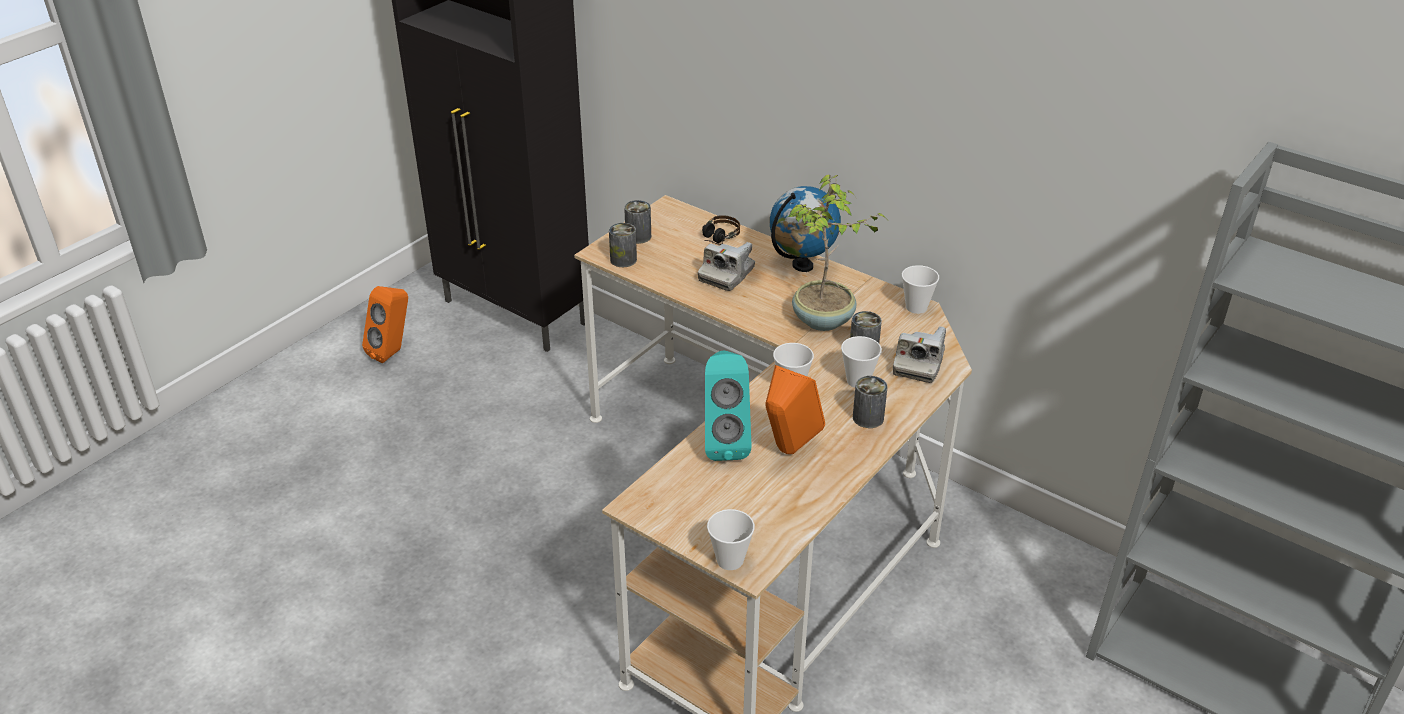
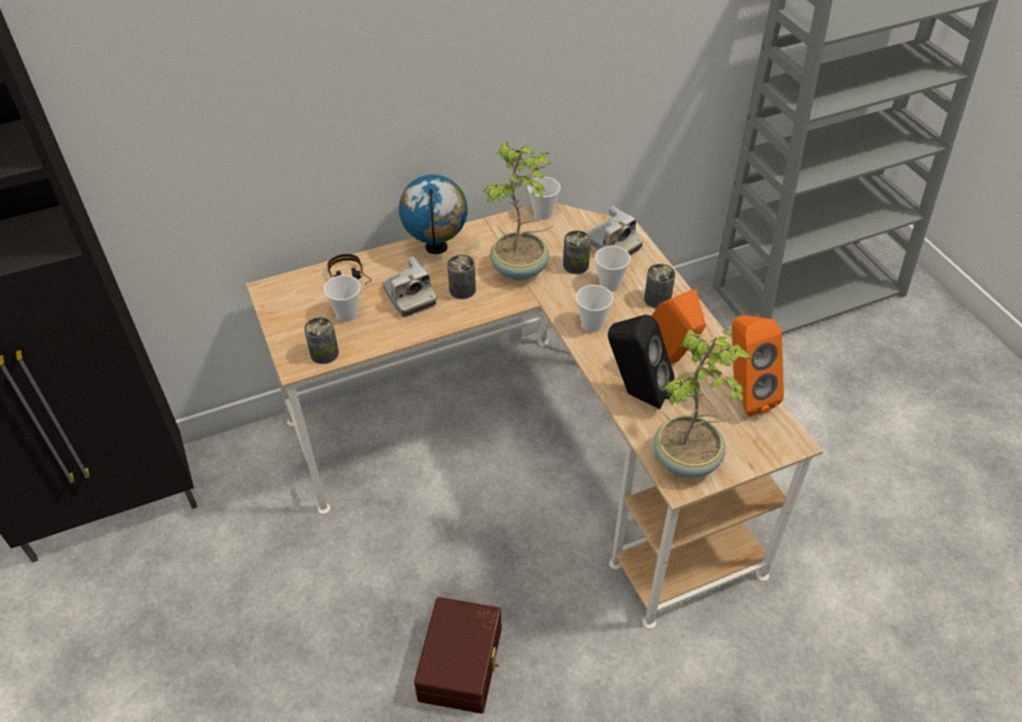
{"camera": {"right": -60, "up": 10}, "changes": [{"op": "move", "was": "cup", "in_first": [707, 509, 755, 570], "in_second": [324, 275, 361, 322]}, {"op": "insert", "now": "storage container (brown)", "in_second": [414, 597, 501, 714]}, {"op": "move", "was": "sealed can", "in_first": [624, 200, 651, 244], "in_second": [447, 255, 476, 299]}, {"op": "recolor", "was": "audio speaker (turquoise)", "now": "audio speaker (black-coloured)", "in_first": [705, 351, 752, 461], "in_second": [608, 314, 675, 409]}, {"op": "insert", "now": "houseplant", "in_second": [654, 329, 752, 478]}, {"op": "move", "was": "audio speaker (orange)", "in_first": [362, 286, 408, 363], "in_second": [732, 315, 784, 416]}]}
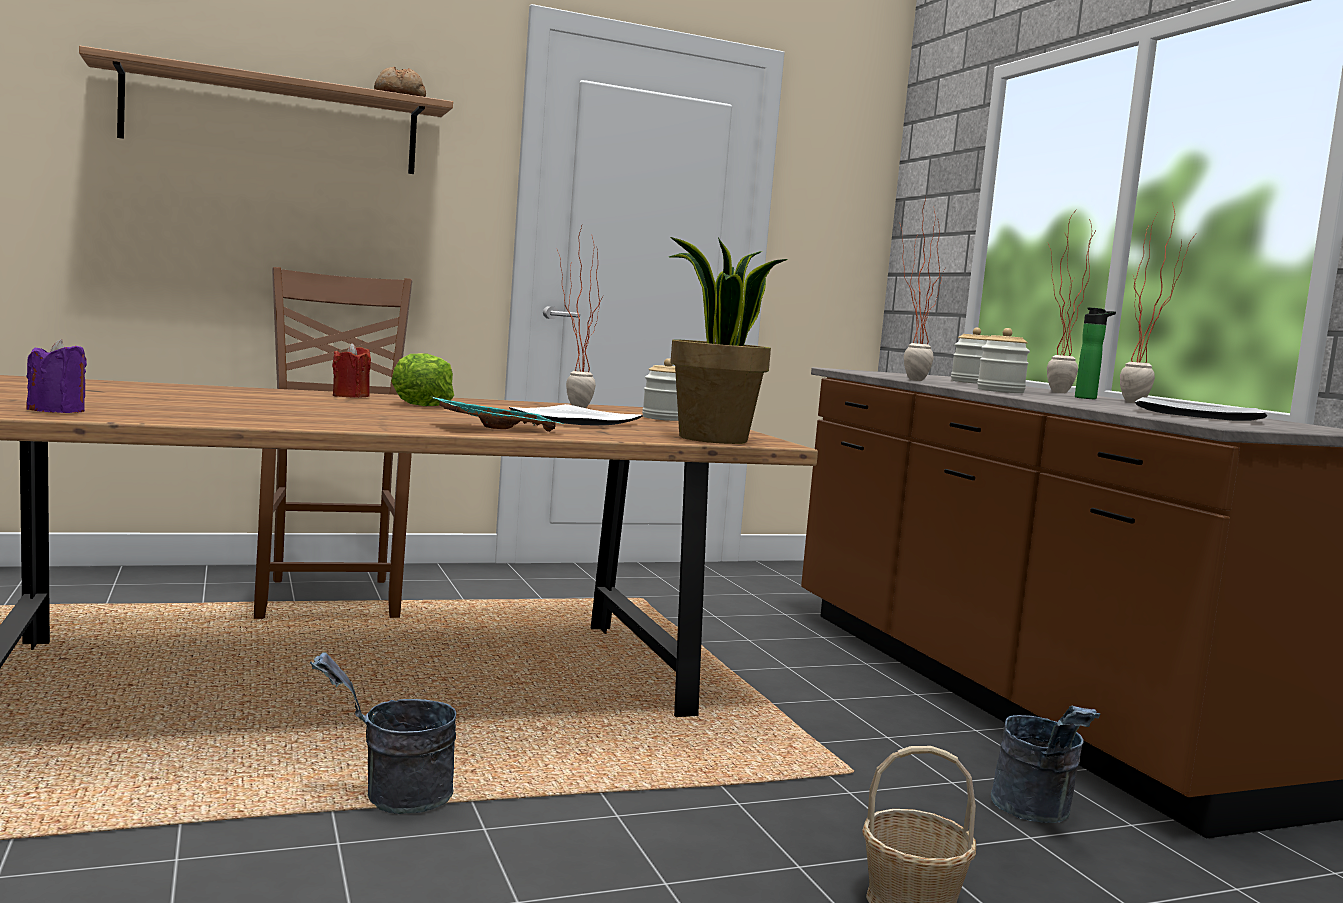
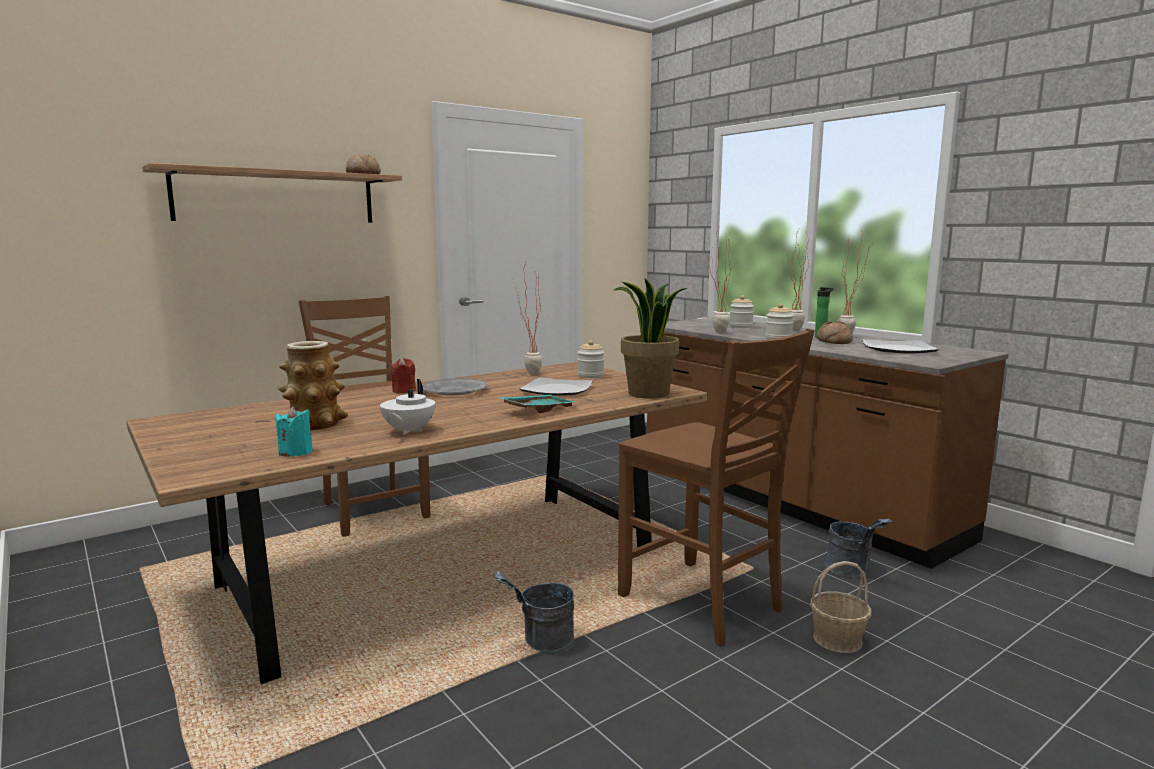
{"camera": {"right": -15, "up": 5}, "changes": [{"op": "recolor", "was": "candle (purple-coloured)", "now": "candle (turquoise)", "in_first": [26, 339, 87, 413], "in_second": [276, 406, 313, 456]}, {"op": "insert", "now": "vase", "in_second": [278, 341, 348, 430]}, {"op": "insert", "now": "pot for tea (whitish)", "in_second": [380, 379, 435, 435]}, {"op": "replace", "was": "lettuce head", "now": "dinner plate (grey)", "in_first": [391, 354, 454, 406], "in_second": [422, 378, 488, 395]}, {"op": "insert", "now": "plain chair (brown)", "in_second": [618, 328, 815, 647]}, {"op": "insert", "now": "bakery bread", "in_second": [817, 321, 853, 344]}]}
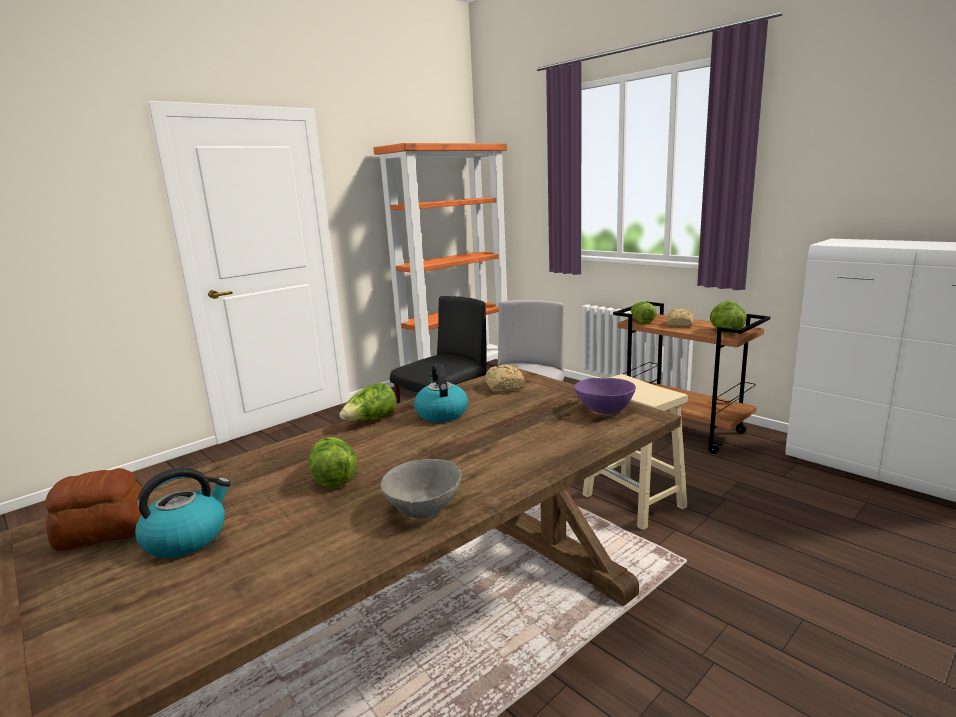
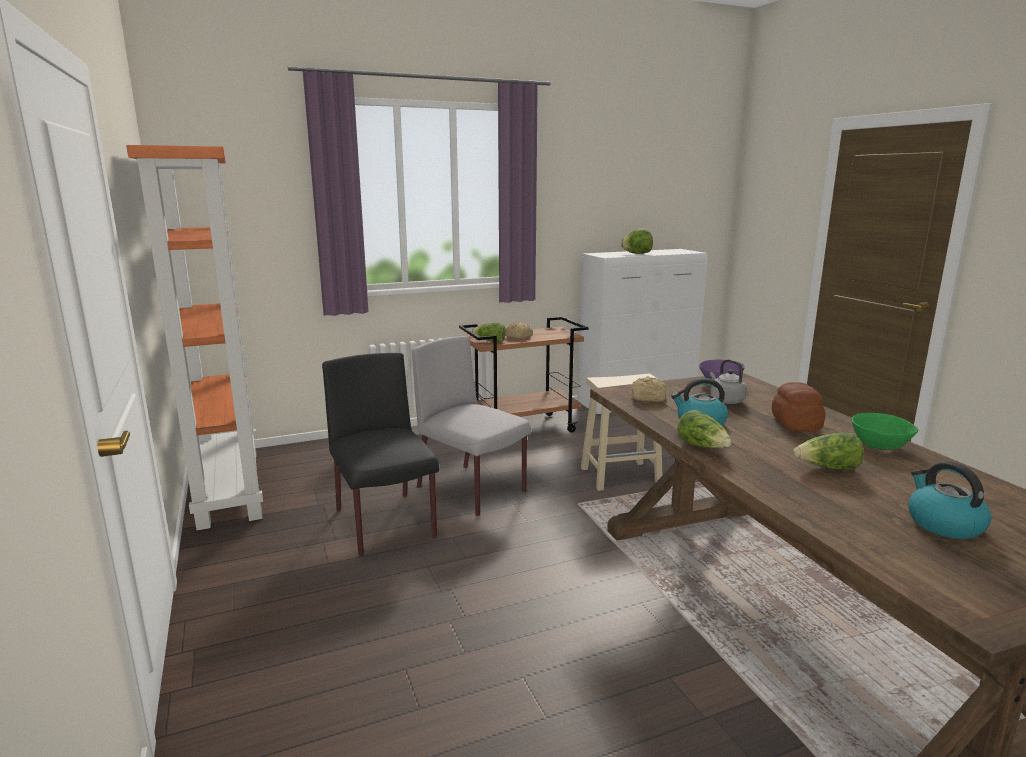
{"camera": {"right": -70, "up": 0}, "changes": [{"op": "move", "was": "lettuce head", "in_first": [710, 301, 746, 334], "in_second": [621, 228, 653, 254]}, {"op": "insert", "now": "kettle (grey)", "in_second": [710, 359, 747, 404]}, {"op": "move", "was": "bakery bread", "in_first": [46, 468, 148, 551], "in_second": [772, 382, 825, 431]}, {"op": "recolor", "was": "serving bowl (grey)", "now": "serving bowl (greenish)", "in_first": [381, 459, 462, 518], "in_second": [852, 413, 918, 450]}]}
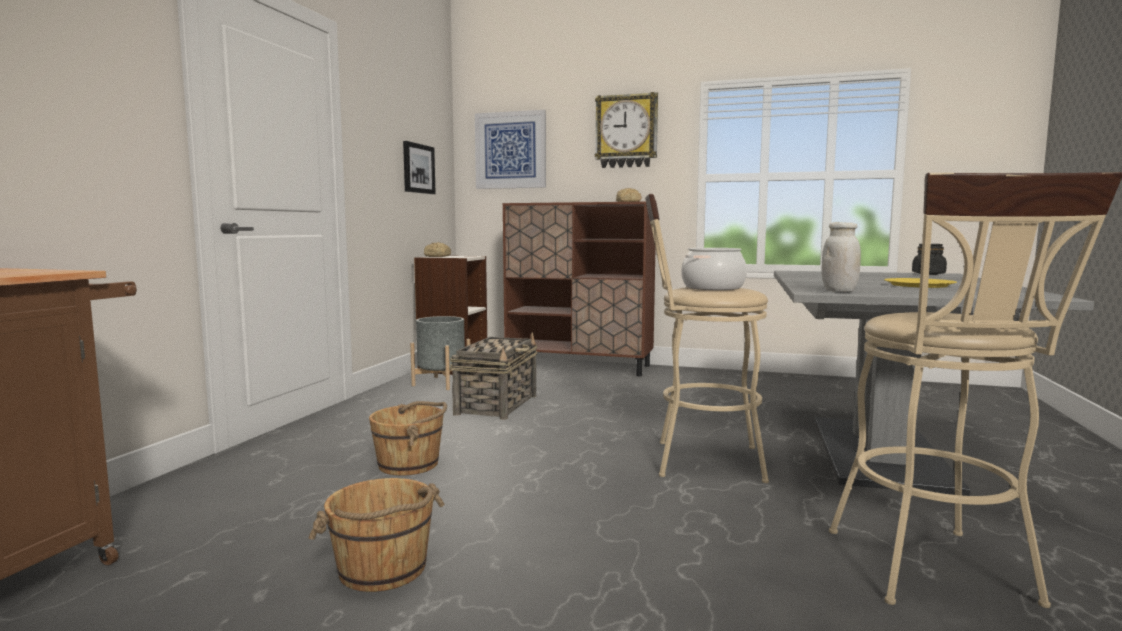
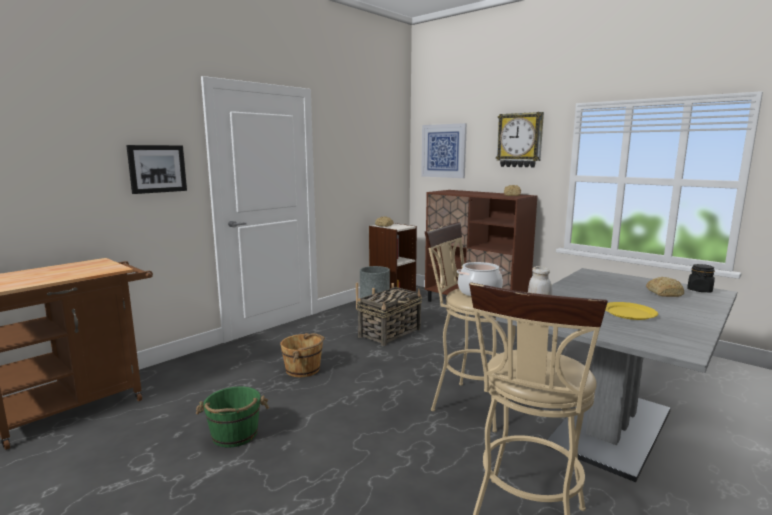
{"camera": {"right": 25, "up": 5}, "changes": [{"op": "move", "was": "wall picture", "in_first": [403, 141, 436, 194], "in_second": [126, 145, 187, 194]}, {"op": "recolor", "was": "pail (brown)", "now": "pail (greenish)", "in_first": [309, 478, 444, 592], "in_second": [196, 386, 269, 447]}, {"op": "insert", "now": "bakery bread", "in_second": [646, 277, 684, 297]}]}
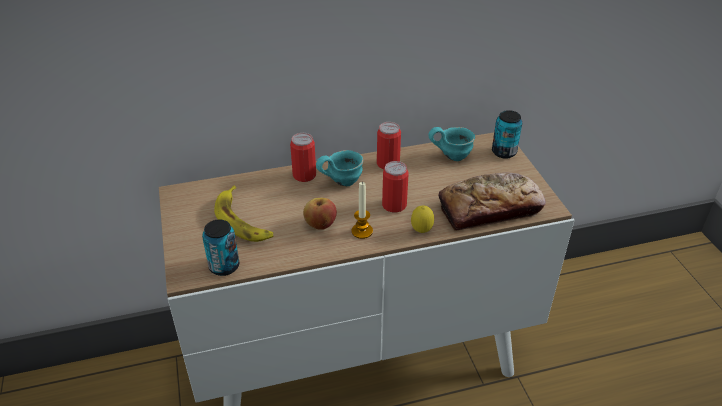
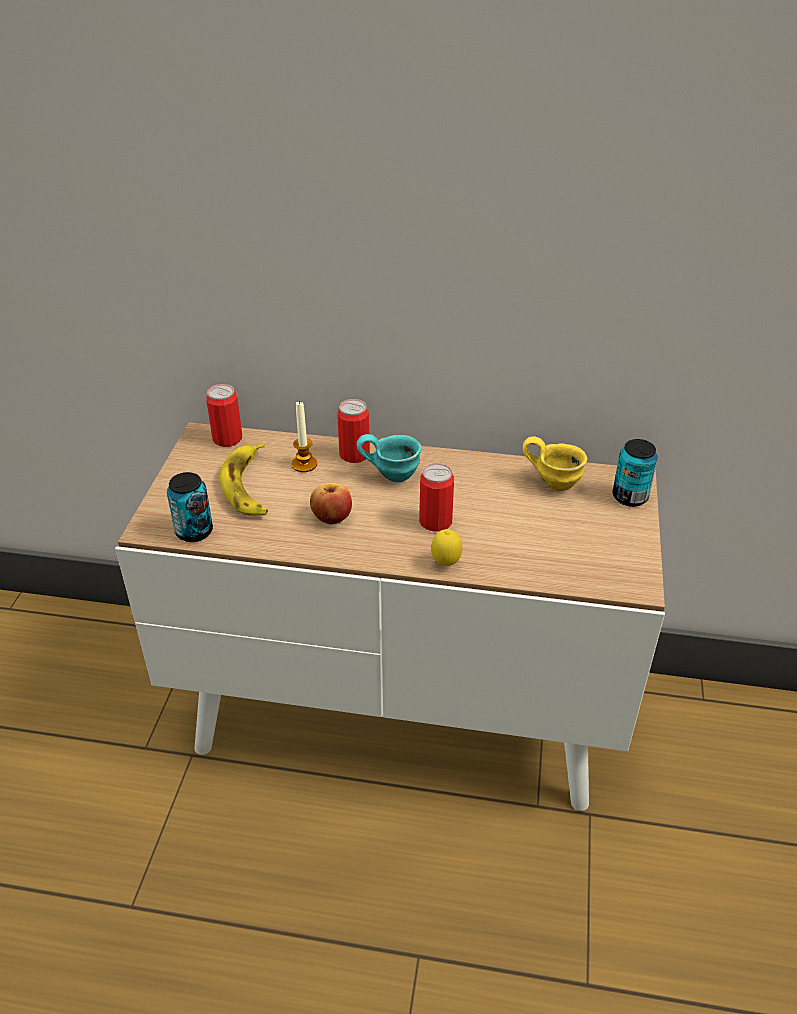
{"camera": {"right": 25, "up": 0}, "changes": [{"op": "move", "was": "sealed can", "in_first": [377, 122, 401, 169], "in_second": [206, 384, 242, 447]}, {"op": "move", "was": "candle", "in_first": [351, 182, 373, 239], "in_second": [292, 401, 317, 472]}, {"op": "recolor", "was": "tea mug (turquoise)", "now": "tea mug (yellowish)", "in_first": [428, 127, 475, 161], "in_second": [523, 436, 587, 491]}, {"op": "delete", "was": "bakery bread", "in_first": [438, 172, 546, 230]}]}
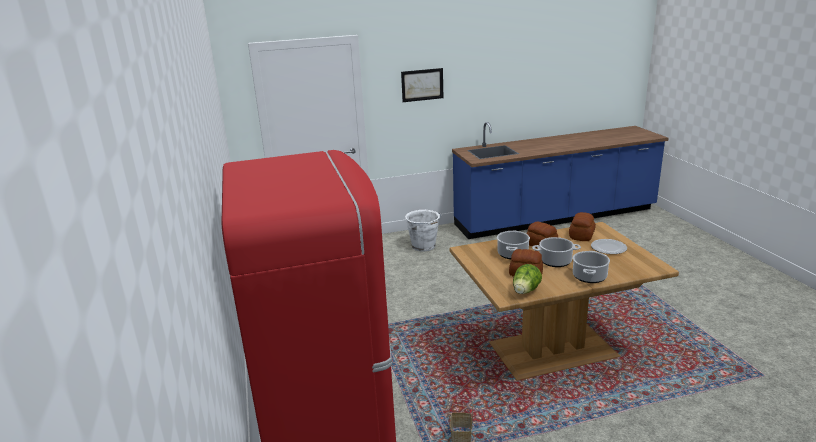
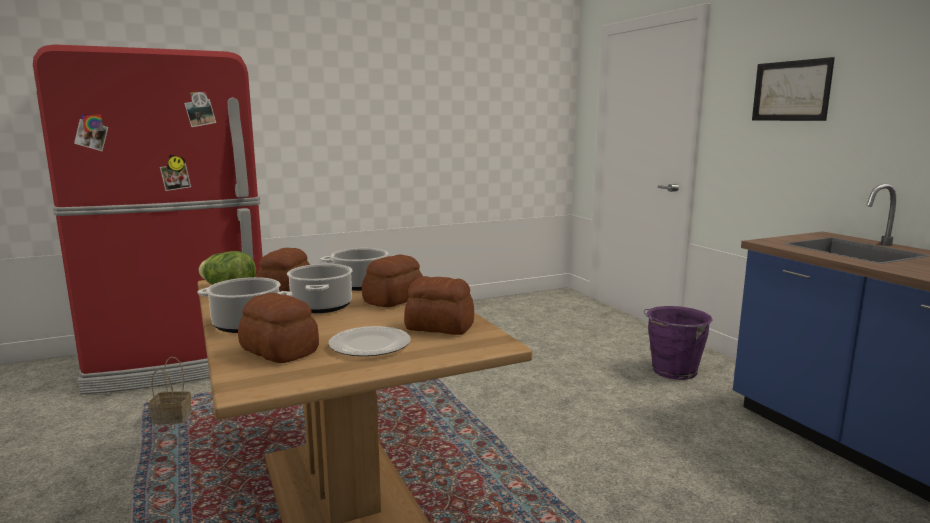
{"camera": {"right": 80, "up": -10}, "changes": [{"op": "insert", "now": "bakery bread", "in_second": [238, 293, 319, 363]}, {"op": "recolor", "was": "pail (whitish)", "now": "pail (purple-coloured)", "in_first": [405, 210, 441, 252], "in_second": [643, 306, 713, 380]}]}
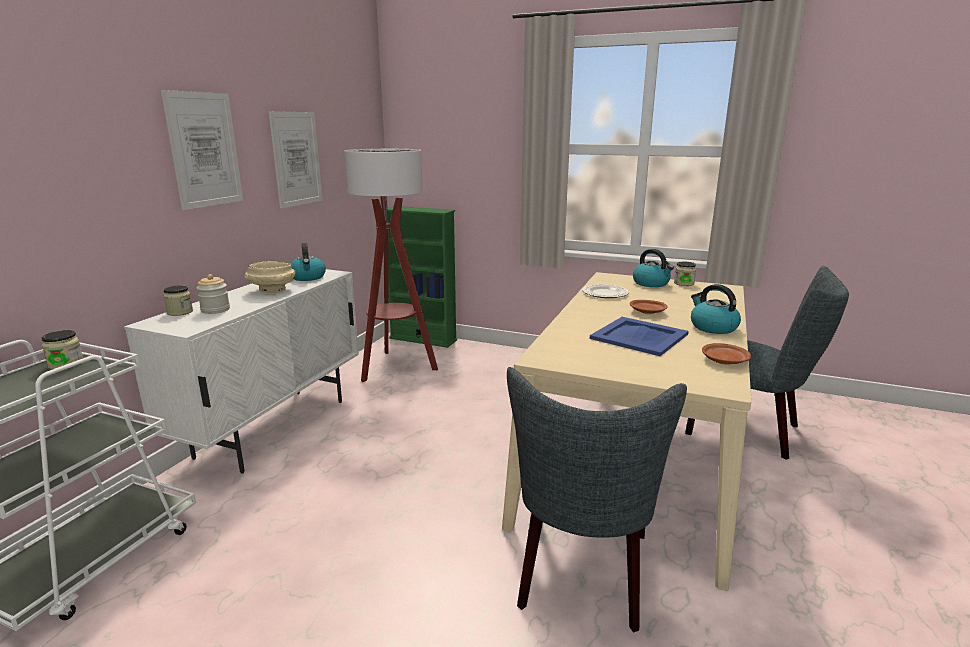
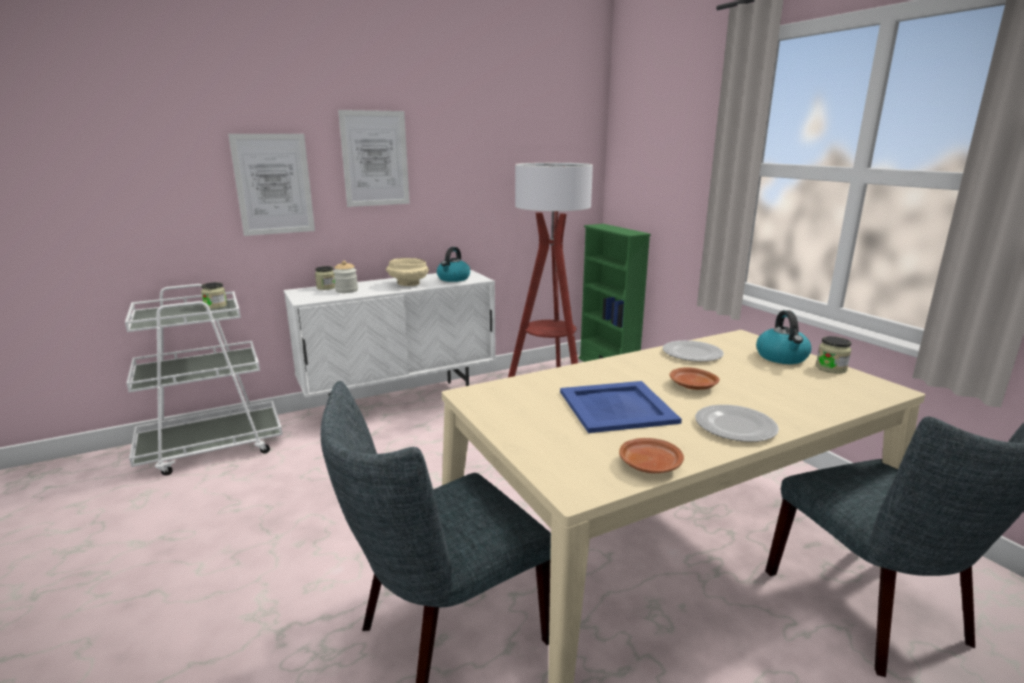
{"camera": {"right": 40, "up": 0}, "changes": [{"op": "move", "was": "wall picture", "in_first": [269, 111, 323, 208], "in_second": [228, 134, 315, 236]}, {"op": "replace", "was": "kettle", "now": "dinner plate", "in_first": [691, 284, 741, 334], "in_second": [695, 405, 779, 442]}]}
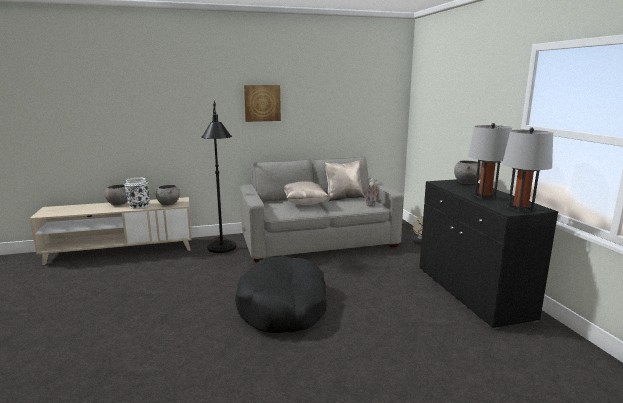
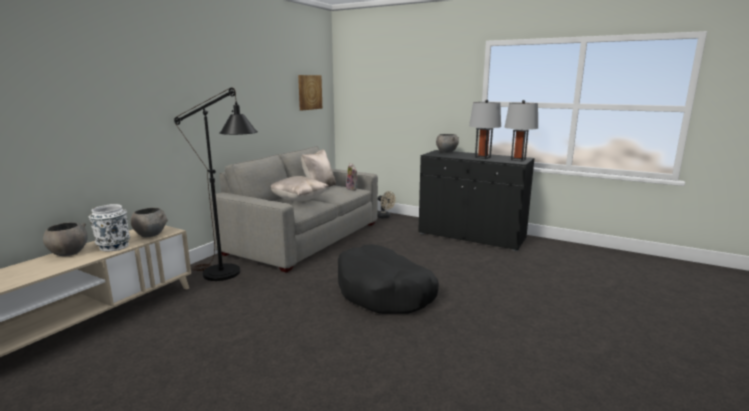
{"camera": {"right": -45, "up": 0}, "changes": [{"op": "move", "was": "wall picture", "in_first": [244, 85, 281, 122], "in_second": [298, 75, 322, 110]}]}
